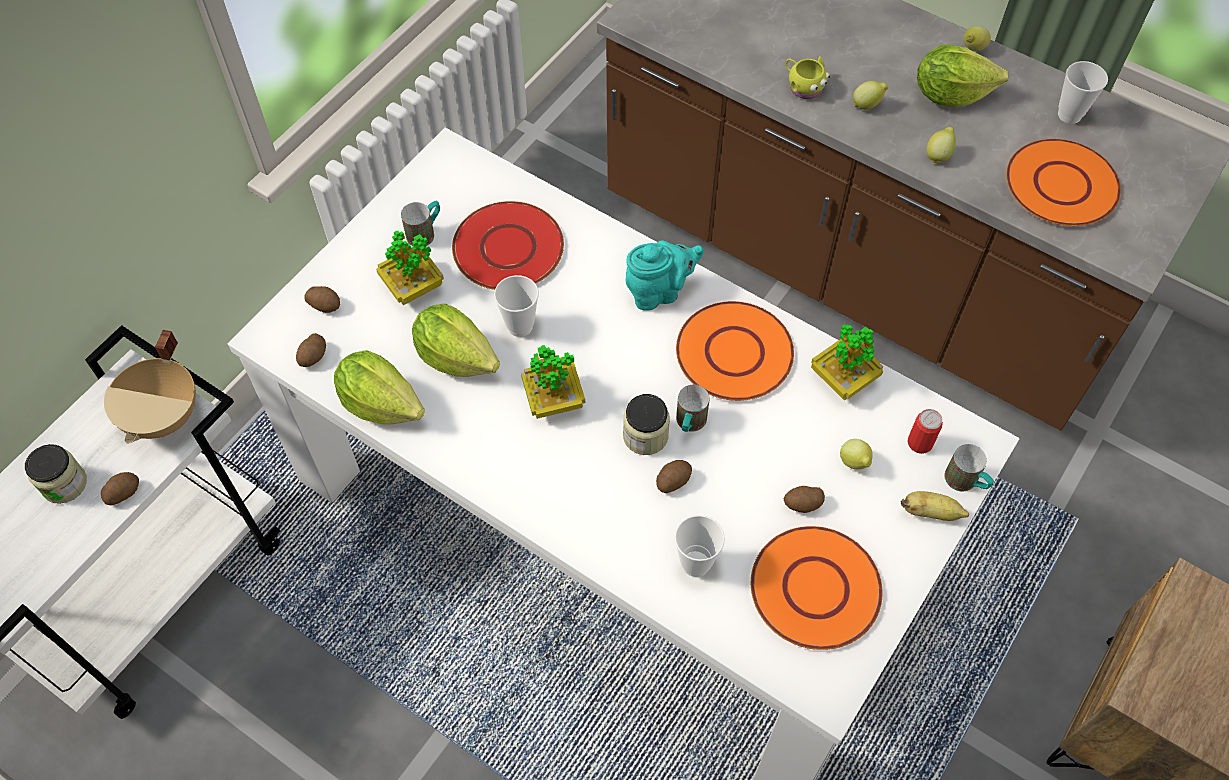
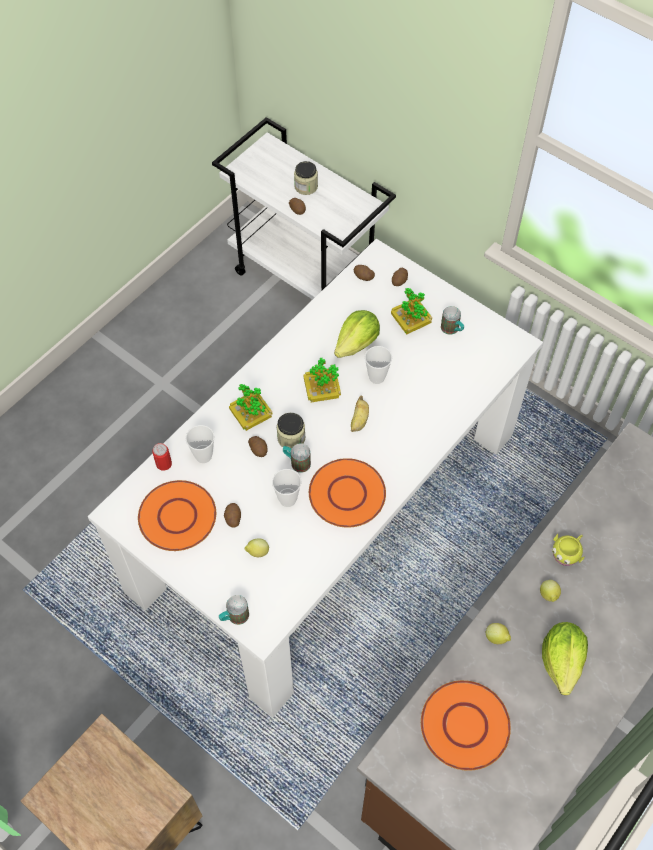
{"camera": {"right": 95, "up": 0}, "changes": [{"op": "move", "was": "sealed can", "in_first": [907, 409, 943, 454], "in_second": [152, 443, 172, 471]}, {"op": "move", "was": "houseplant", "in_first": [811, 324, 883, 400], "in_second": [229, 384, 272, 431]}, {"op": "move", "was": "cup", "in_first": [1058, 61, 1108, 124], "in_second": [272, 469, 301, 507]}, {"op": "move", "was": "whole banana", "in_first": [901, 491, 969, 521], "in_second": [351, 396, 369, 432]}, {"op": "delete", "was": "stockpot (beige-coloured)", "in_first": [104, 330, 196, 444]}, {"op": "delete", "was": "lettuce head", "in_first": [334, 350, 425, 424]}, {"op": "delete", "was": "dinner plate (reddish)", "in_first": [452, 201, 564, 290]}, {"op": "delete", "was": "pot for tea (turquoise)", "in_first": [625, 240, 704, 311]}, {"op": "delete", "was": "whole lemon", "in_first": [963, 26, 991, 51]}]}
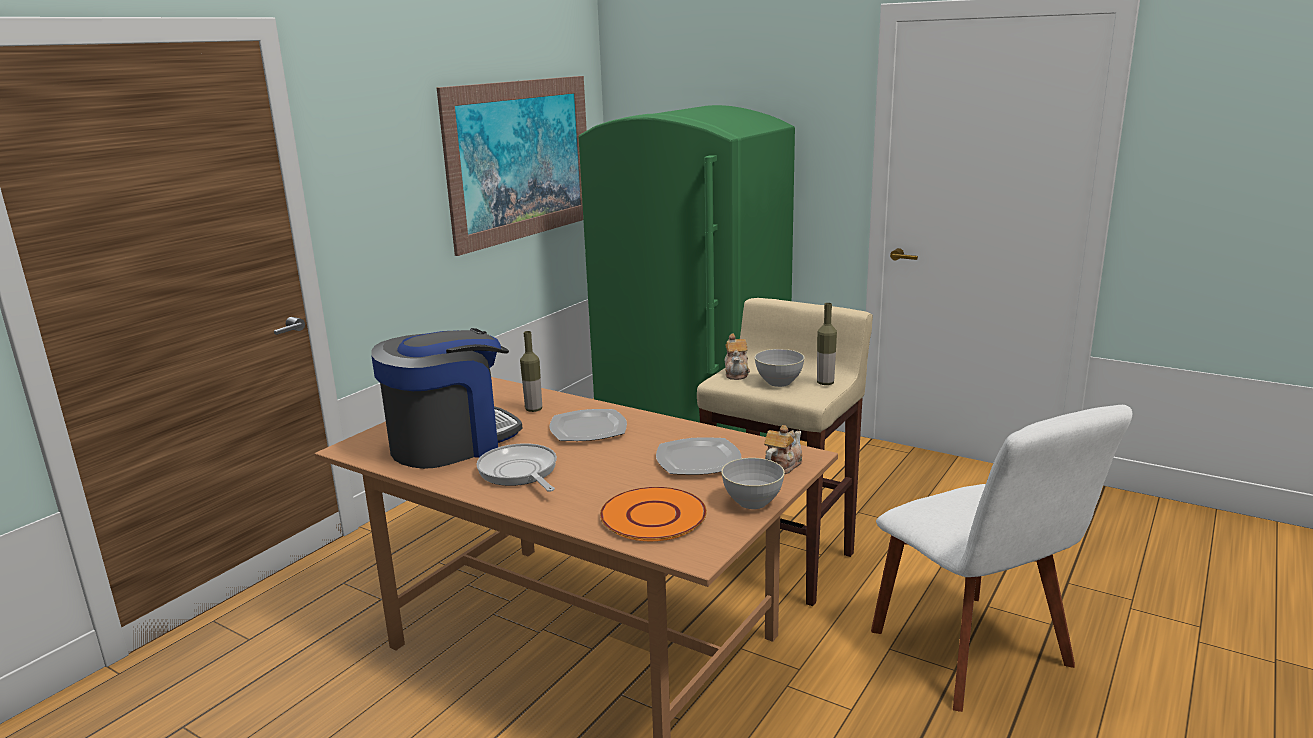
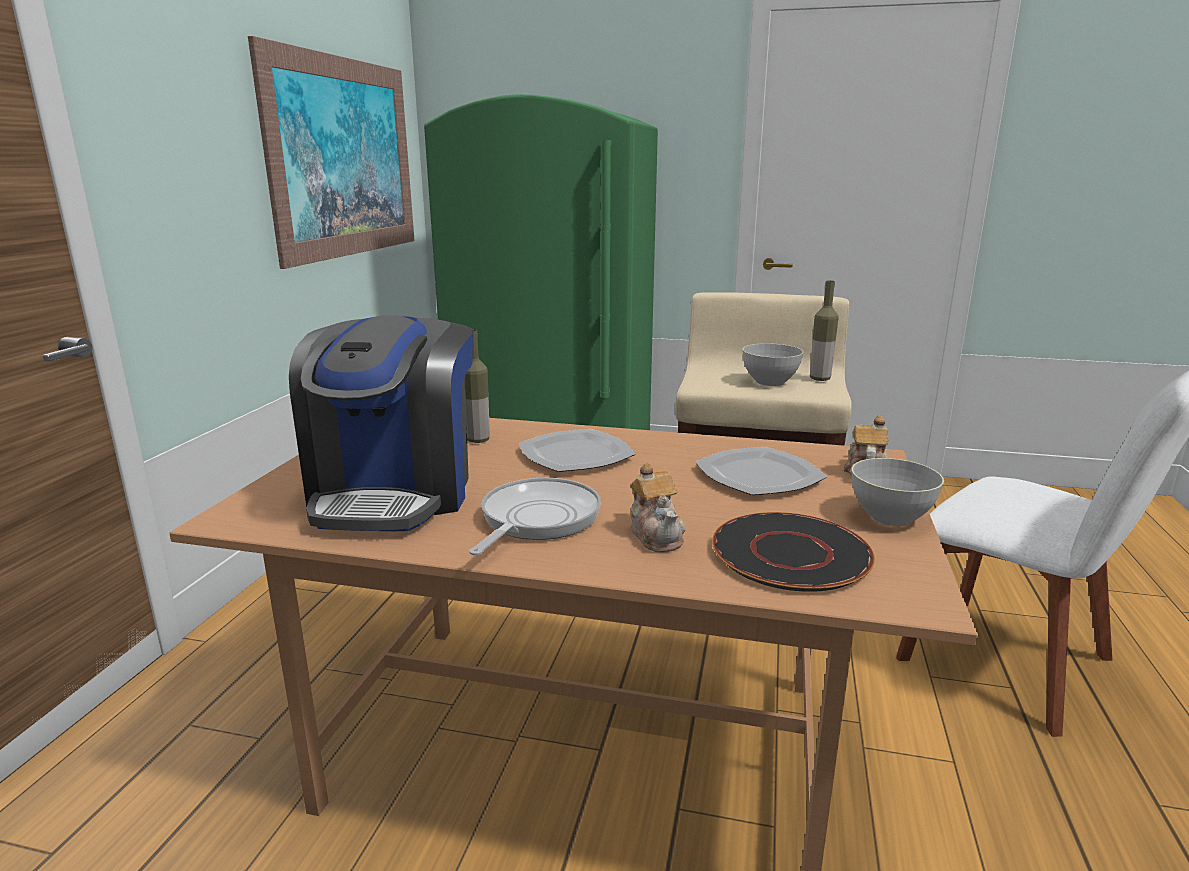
{"camera": {"right": -20, "up": 0}, "changes": [{"op": "rotate", "was": "coffee machine", "in_first": [371, 328, 523, 469], "in_second": [289, 315, 473, 531], "clockwise": 150}, {"op": "rotate", "was": "frying pan", "in_first": [476, 443, 557, 492], "in_second": [469, 478, 601, 555], "clockwise": 75}, {"op": "move", "was": "pot for tea", "in_first": [725, 333, 750, 380], "in_second": [630, 463, 685, 552]}, {"op": "recolor", "was": "dinner plate (orange)", "now": "dinner plate (black-coloured)", "in_first": [600, 487, 707, 541], "in_second": [712, 512, 875, 592]}]}
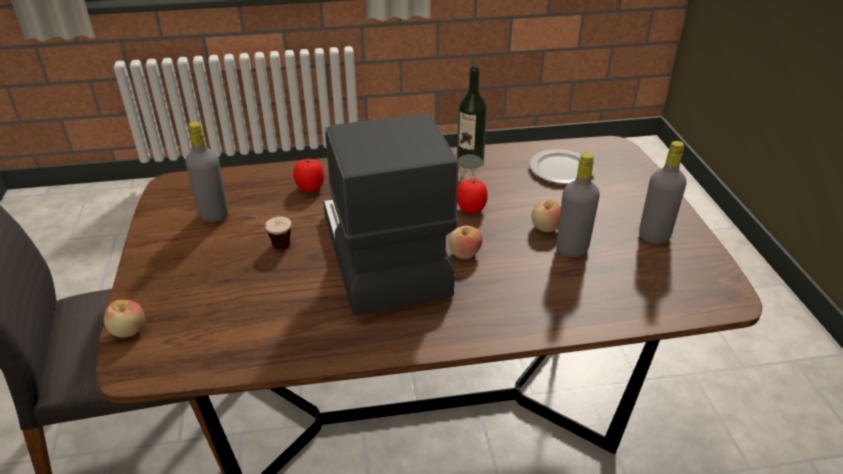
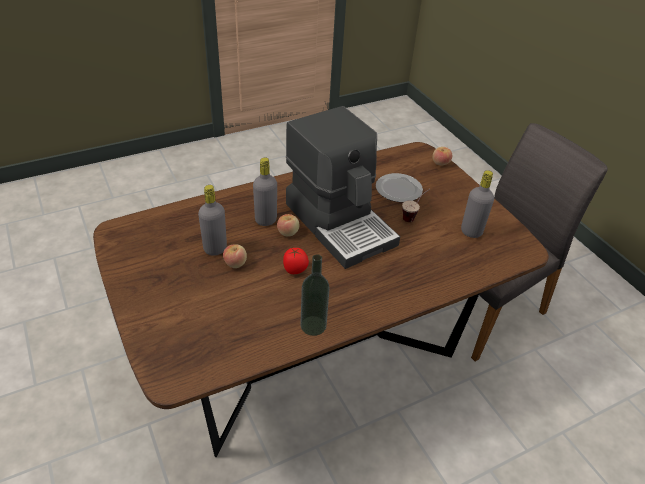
{"camera": {"right": 160, "up": 5}, "changes": [{"op": "move", "was": "beverage bottle (grey)", "in_first": [639, 141, 687, 244], "in_second": [253, 158, 277, 226]}, {"op": "move", "was": "dinner plate", "in_first": [529, 149, 595, 184], "in_second": [376, 173, 423, 202]}, {"op": "delete", "was": "whole tomato", "in_first": [293, 159, 324, 192]}]}
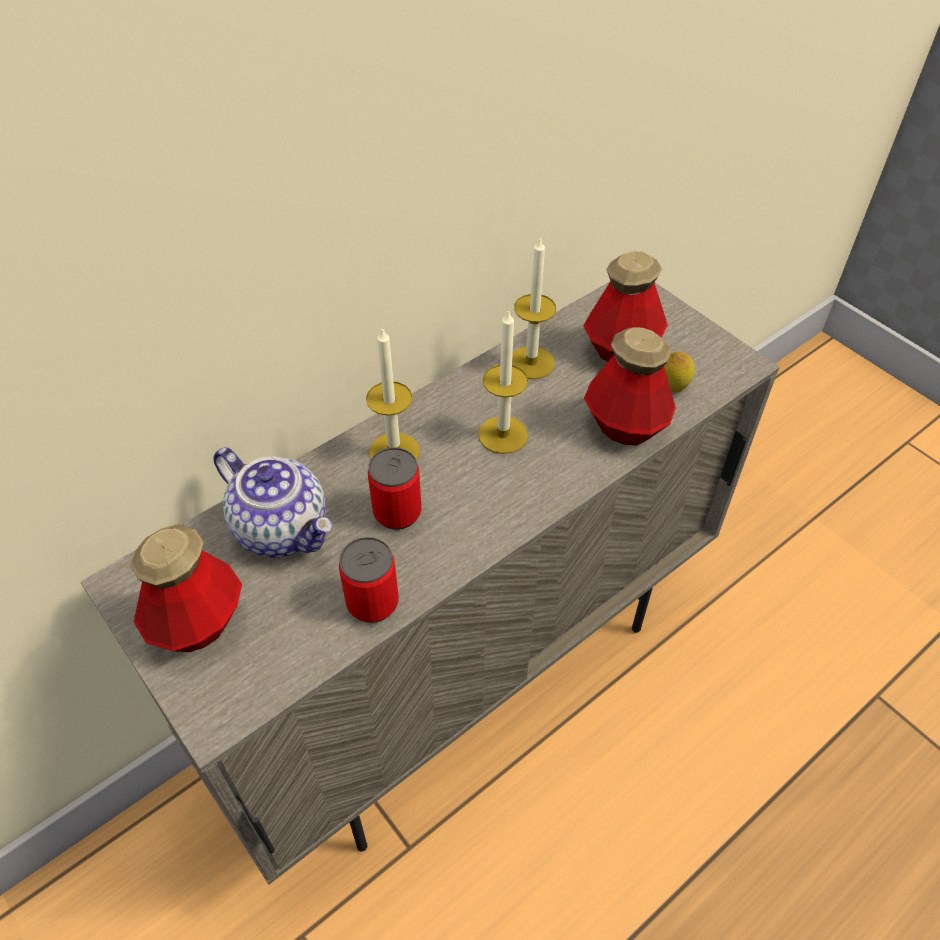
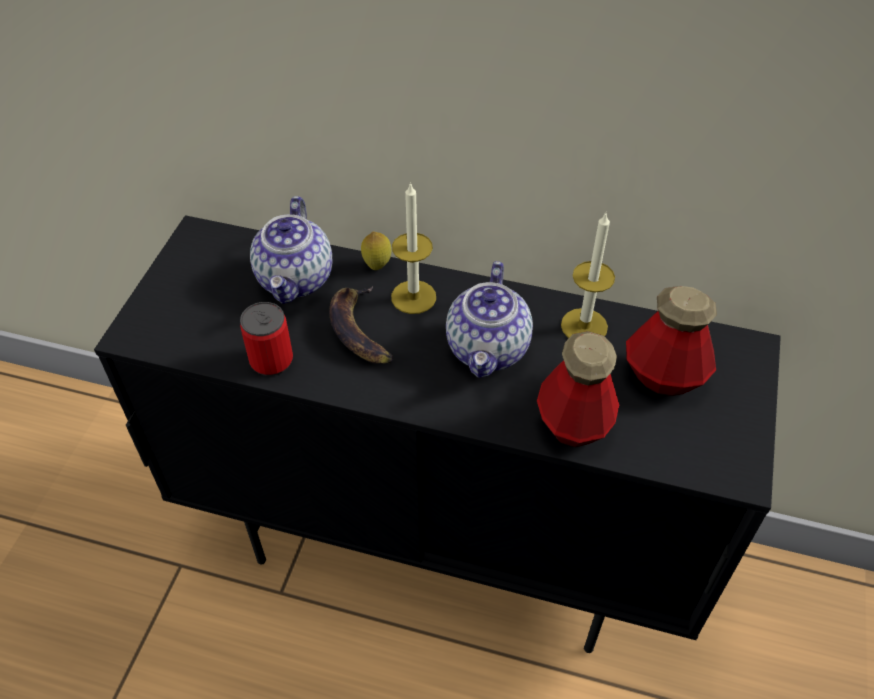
{"camera": {"right": 55, "up": 0}, "changes": [{"op": "recolor", "was": "cupboard (beige-coloured)", "now": "cupboard (black-coloured)", "in_first": [80, 282, 780, 885], "in_second": [94, 215, 781, 653]}, {"op": "replace", "was": "sealed can", "now": "whole banana", "in_first": [368, 447, 422, 530], "in_second": [329, 286, 393, 364]}, {"op": "move", "was": "whole lemon", "in_first": [664, 351, 694, 392], "in_second": [361, 231, 391, 270]}, {"op": "replace", "was": "candle", "now": "pot for tea", "in_first": [478, 309, 528, 454], "in_second": [446, 261, 533, 378]}, {"op": "delete", "was": "beverage bottle", "in_first": [130, 524, 242, 652]}]}
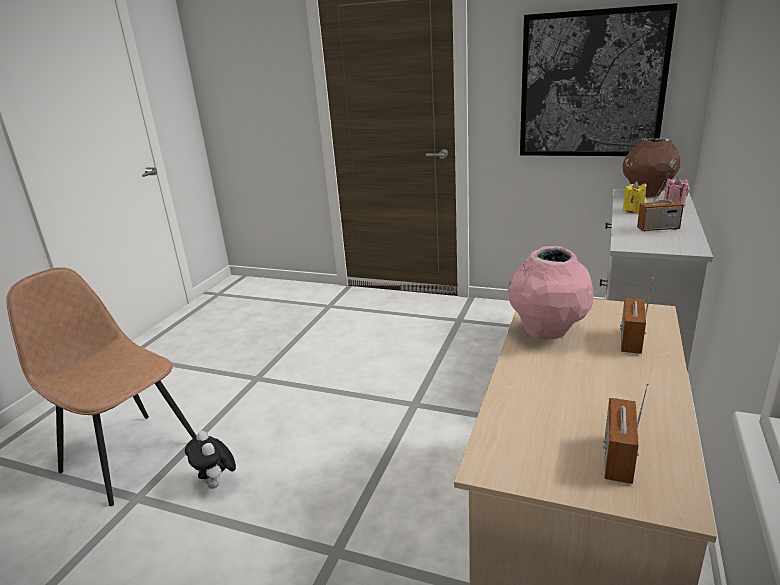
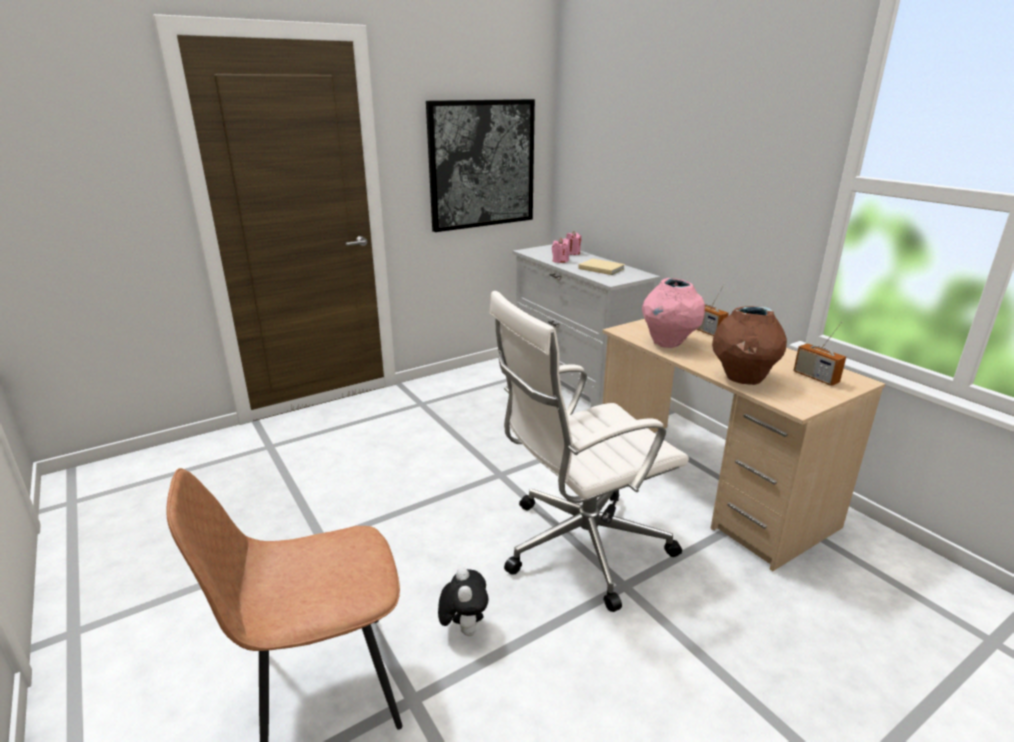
{"camera": {"right": -55, "up": 0}, "changes": [{"op": "rotate", "was": "soft toy", "in_first": [185, 431, 236, 489], "in_second": [438, 567, 488, 636], "clockwise": -105}, {"op": "insert", "now": "office chair (whitish)", "in_second": [489, 291, 689, 612]}, {"op": "recolor", "was": "candle (yellowish)", "now": "candle (pink-coloured)", "in_first": [623, 181, 647, 213], "in_second": [552, 238, 569, 263]}, {"op": "replace", "was": "radio receiver", "now": "volume (beige-coloured)", "in_first": [637, 173, 684, 231], "in_second": [578, 259, 625, 275]}, {"op": "move", "was": "vase (brown)", "in_first": [623, 138, 680, 197], "in_second": [712, 306, 787, 385]}]}
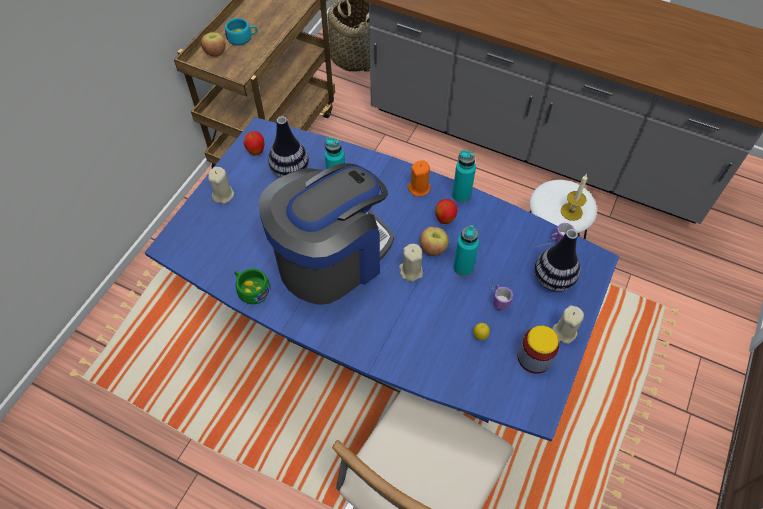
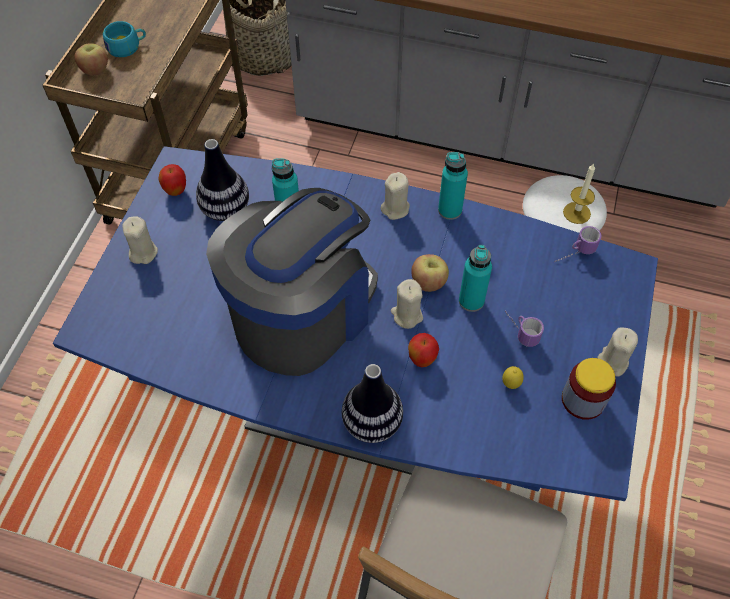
{"camera": {"right": -10, "up": 0}, "changes": [{"op": "move", "was": "vase", "in_first": [534, 229, 581, 291], "in_second": [342, 364, 403, 443]}, {"op": "recolor", "was": "candle (orange)", "now": "candle (beige-coloured)", "in_first": [408, 160, 431, 197], "in_second": [380, 172, 410, 220]}, {"op": "move", "was": "apple fruit", "in_first": [435, 199, 457, 224], "in_second": [408, 333, 439, 367]}, {"op": "delete", "was": "cup (greenish)", "in_first": [235, 269, 270, 304]}]}
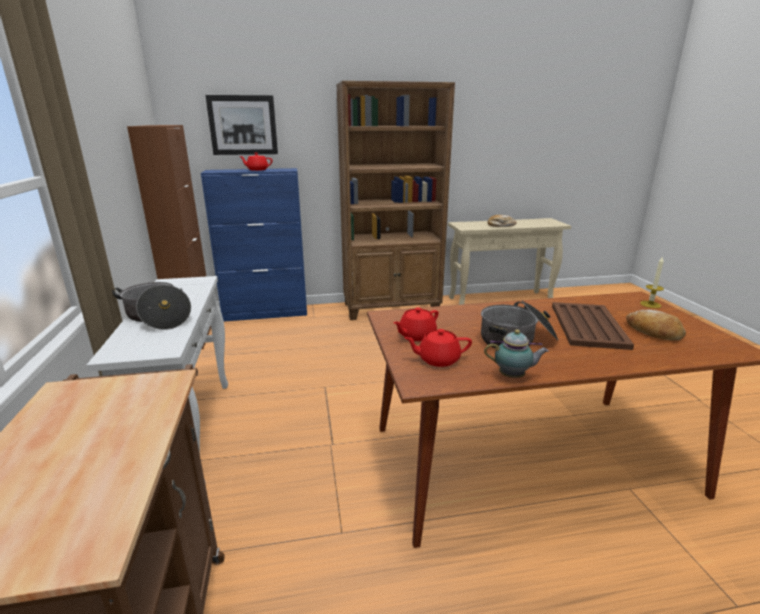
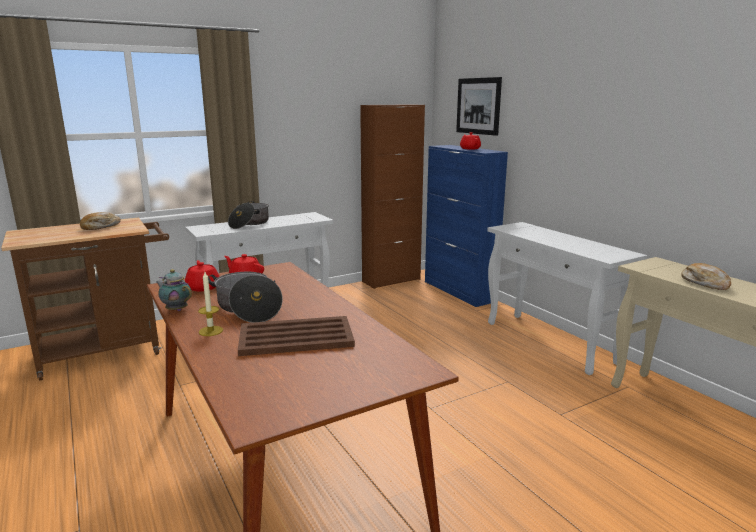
{"camera": {"right": 70, "up": -5}, "changes": [{"op": "move", "was": "bakery bread", "in_first": [626, 310, 686, 341], "in_second": [80, 212, 121, 230]}, {"op": "rotate", "was": "pot for tea", "in_first": [484, 329, 549, 378], "in_second": [156, 269, 192, 311], "clockwise": 135}, {"op": "move", "was": "candle", "in_first": [640, 256, 664, 308], "in_second": [198, 272, 223, 336]}, {"op": "replace", "was": "shelving unit (brown)", "now": "hall table (whitish)", "in_first": [336, 81, 455, 320], "in_second": [487, 222, 647, 375]}]}
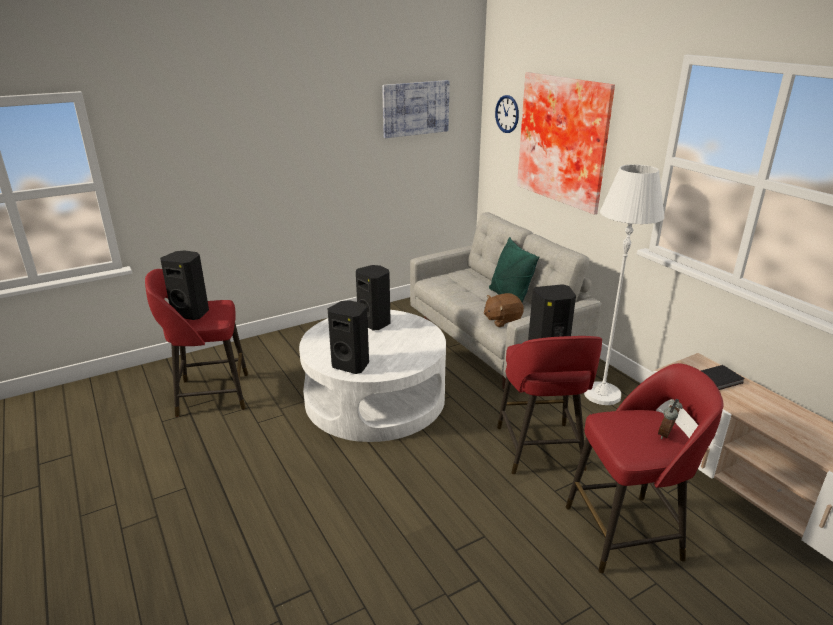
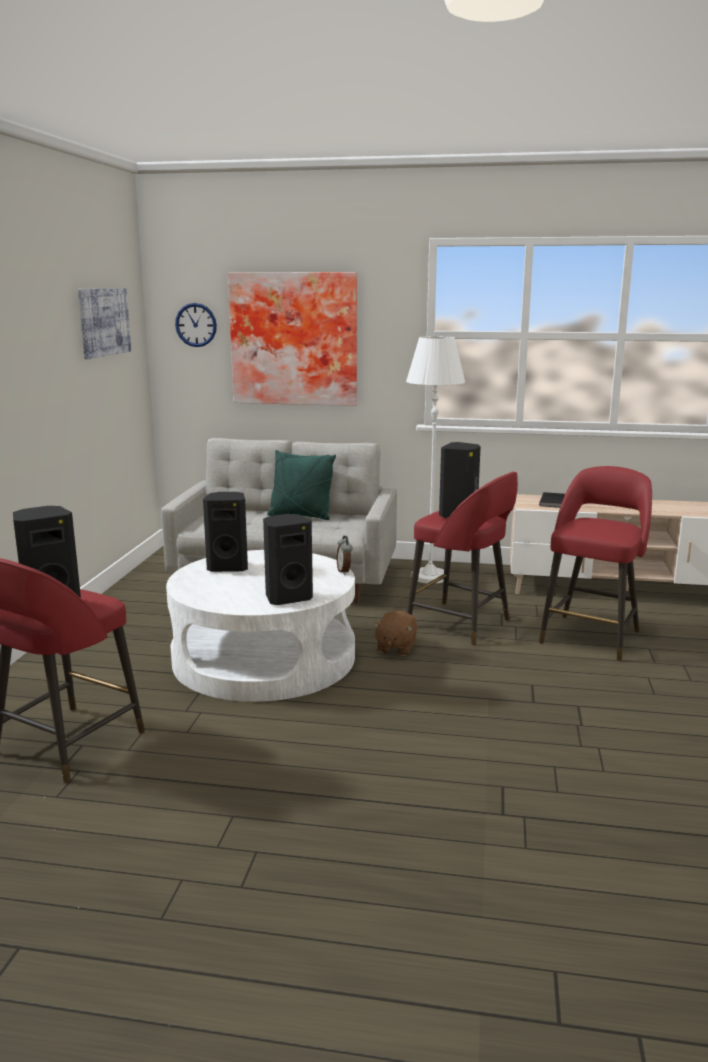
{"camera": {"right": -50, "up": -10}, "changes": [{"op": "move", "was": "table clock", "in_first": [658, 399, 683, 439], "in_second": [337, 536, 353, 575]}, {"op": "move", "was": "soft toy (brown)", "in_first": [484, 293, 524, 327], "in_second": [373, 611, 417, 656]}]}
